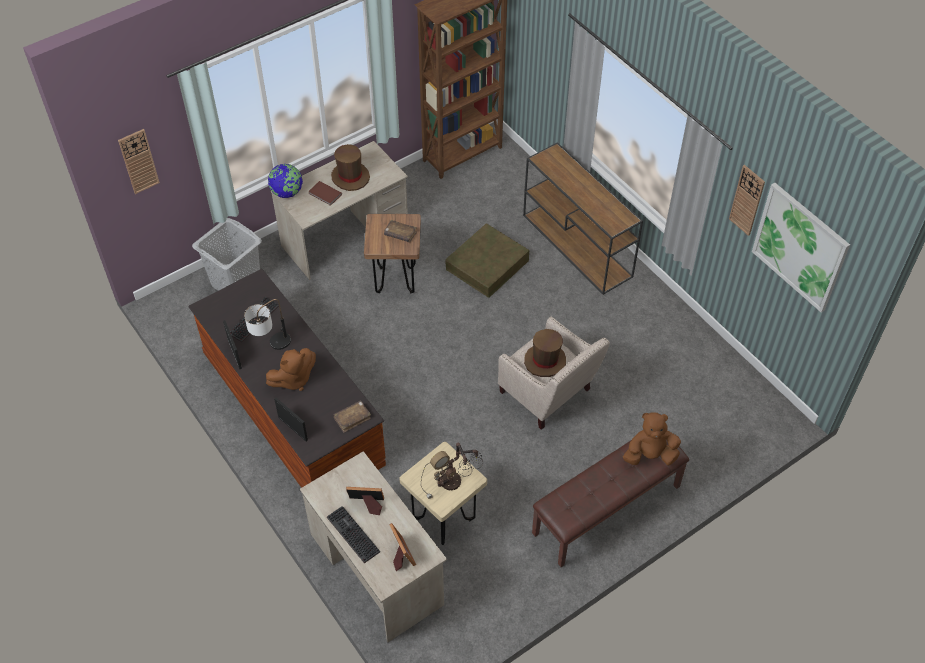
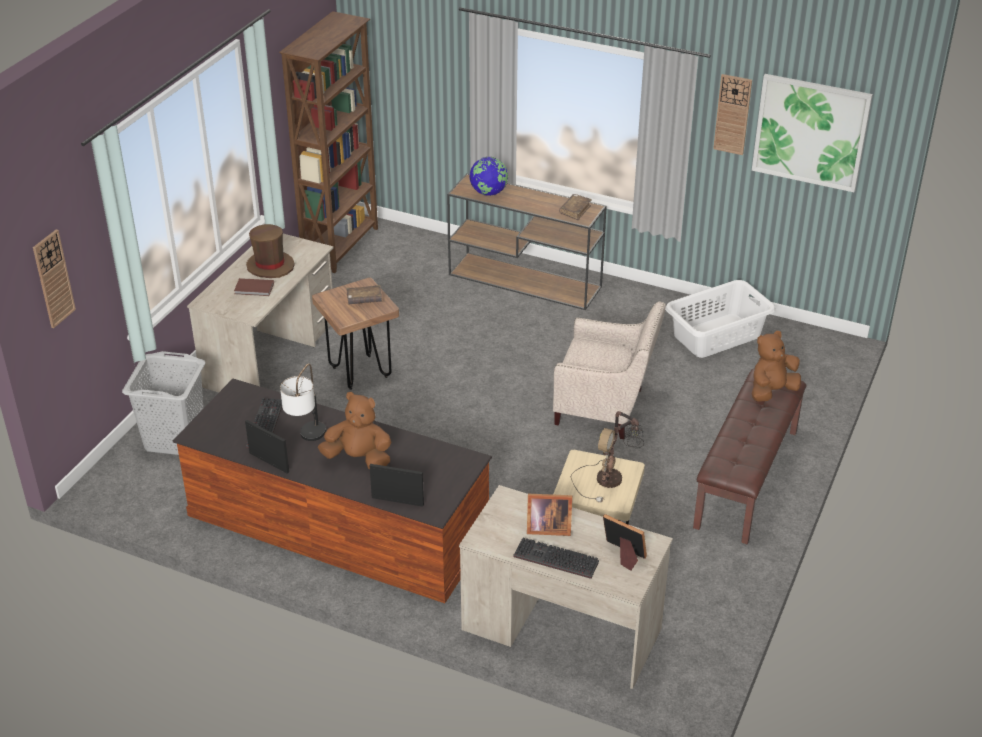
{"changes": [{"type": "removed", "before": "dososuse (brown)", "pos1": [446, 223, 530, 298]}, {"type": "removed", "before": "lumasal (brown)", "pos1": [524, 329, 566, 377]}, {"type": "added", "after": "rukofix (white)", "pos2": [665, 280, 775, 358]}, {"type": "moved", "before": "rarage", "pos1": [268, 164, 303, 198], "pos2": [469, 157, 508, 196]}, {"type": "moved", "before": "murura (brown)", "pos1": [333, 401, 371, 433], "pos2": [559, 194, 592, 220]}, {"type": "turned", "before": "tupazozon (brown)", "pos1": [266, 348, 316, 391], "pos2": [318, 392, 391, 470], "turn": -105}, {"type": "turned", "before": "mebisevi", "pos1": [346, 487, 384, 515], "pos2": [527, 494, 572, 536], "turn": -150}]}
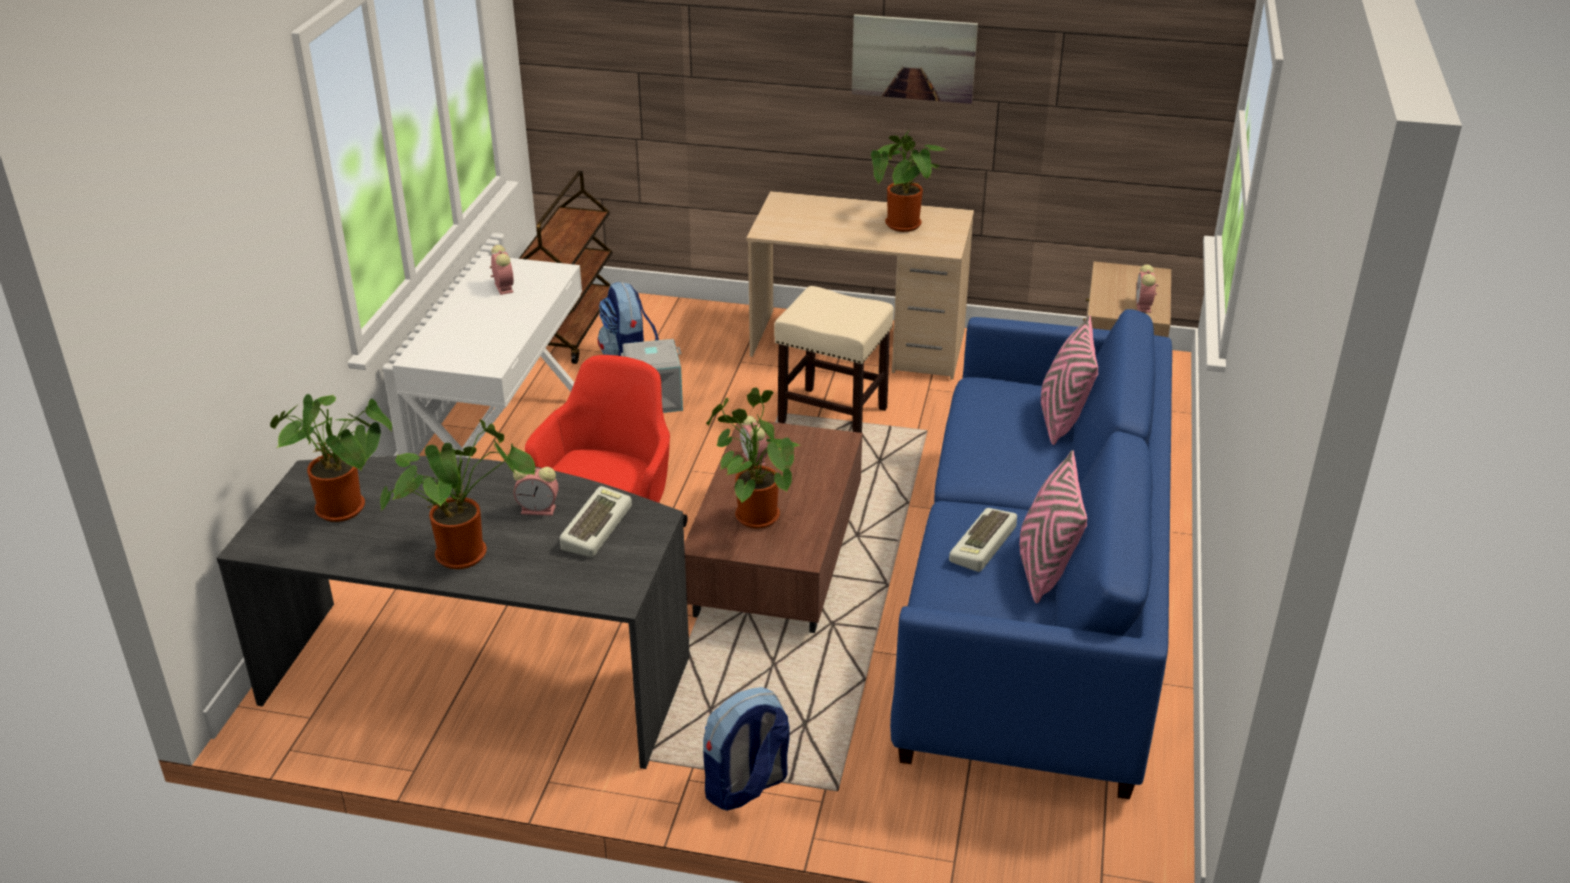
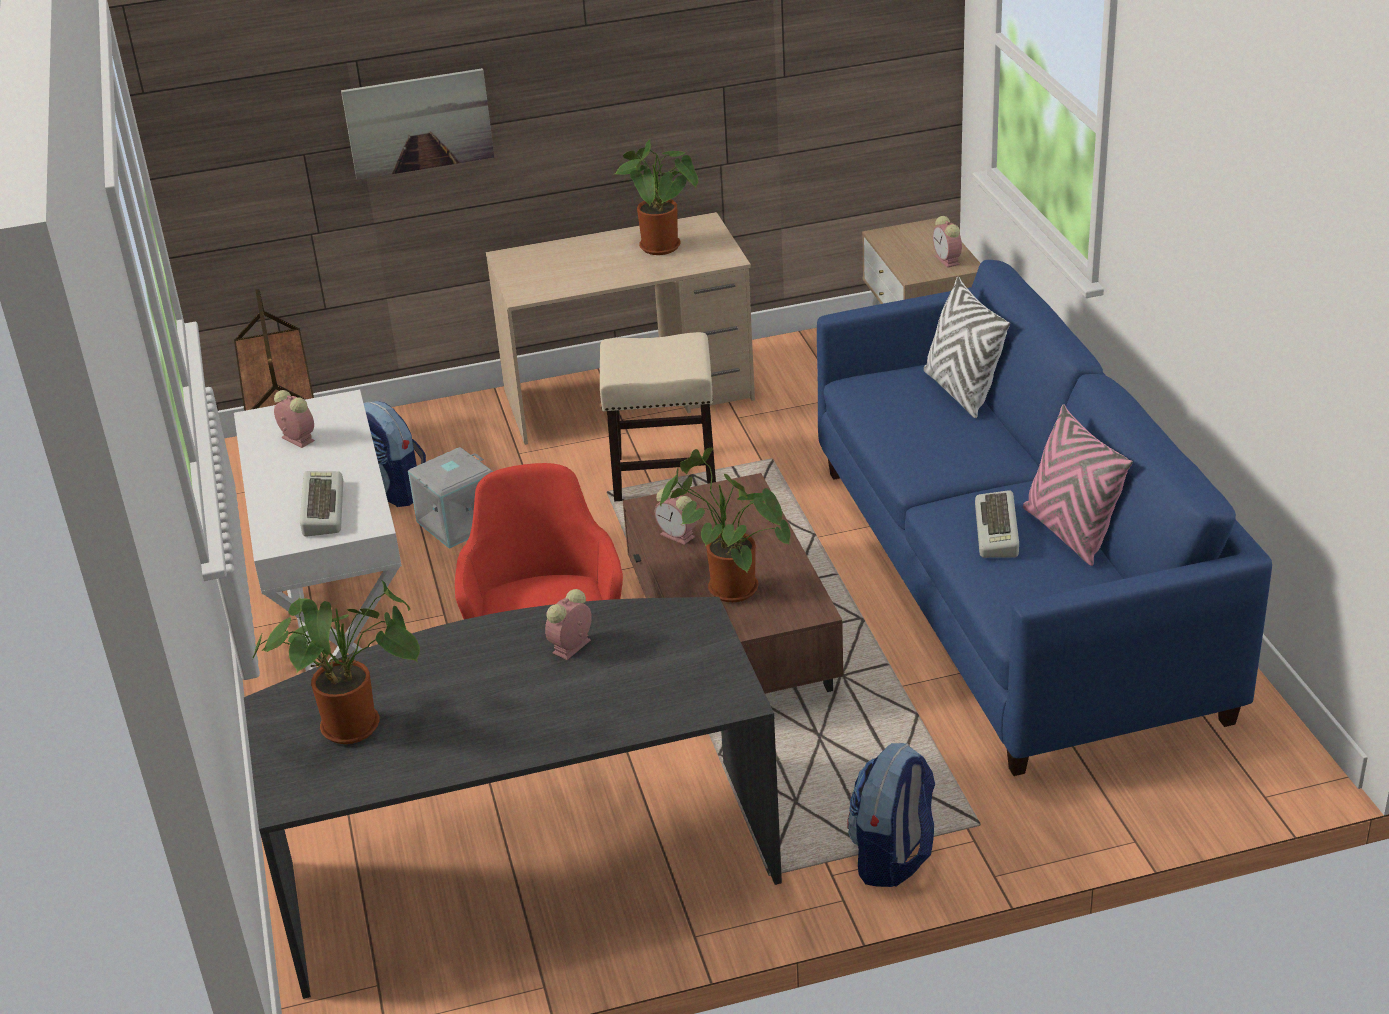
{"changes": [{"type": "removed", "before": "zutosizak", "pos1": [380, 419, 535, 569]}, {"type": "moved", "before": "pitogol", "pos1": [560, 486, 632, 557], "pos2": [300, 471, 343, 537]}, {"type": "moved", "before": "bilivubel", "pos1": [852, 14, 978, 104], "pos2": [341, 68, 494, 180]}, {"type": "recoloured", "before": "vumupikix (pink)", "after": "vumupikix (white)", "pos1": [1041, 315, 1098, 445], "pos2": [924, 276, 1010, 418]}, {"type": "turned", "before": "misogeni", "pos1": [513, 467, 558, 516], "pos2": [545, 589, 592, 660], "turn": 150}]}
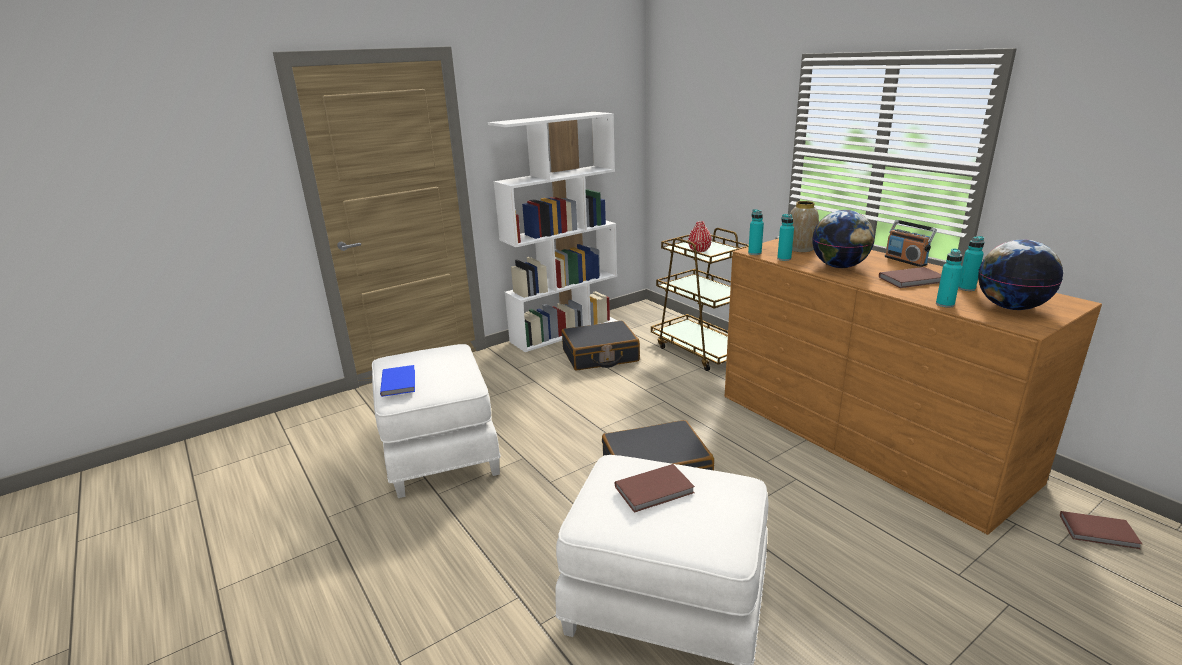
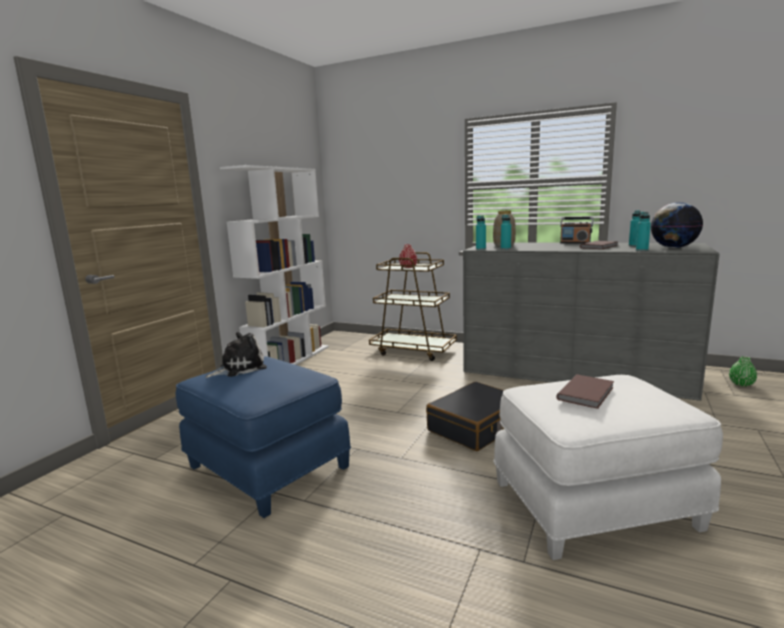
{"changes": [{"type": "removed", "before": "murura (blue)", "pos1": [380, 365, 415, 397]}, {"type": "removed", "before": "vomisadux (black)", "pos1": [561, 321, 640, 371]}, {"type": "removed", "before": "rarage", "pos1": [812, 210, 875, 268]}, {"type": "added", "after": "tupazozon", "pos2": [206, 332, 267, 378]}, {"type": "replaced", "before": "murura (brown)", "after": "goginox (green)", "pos1": [1060, 511, 1142, 549], "pos2": [729, 356, 757, 387]}, {"type": "recoloured", "before": "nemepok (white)", "after": "nemepok (blue)", "pos1": [372, 344, 501, 498], "pos2": [176, 356, 351, 518]}, {"type": "recoloured", "before": "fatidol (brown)", "after": "fatidol (grey)", "pos1": [725, 238, 1102, 535], "pos2": [463, 242, 720, 401]}]}
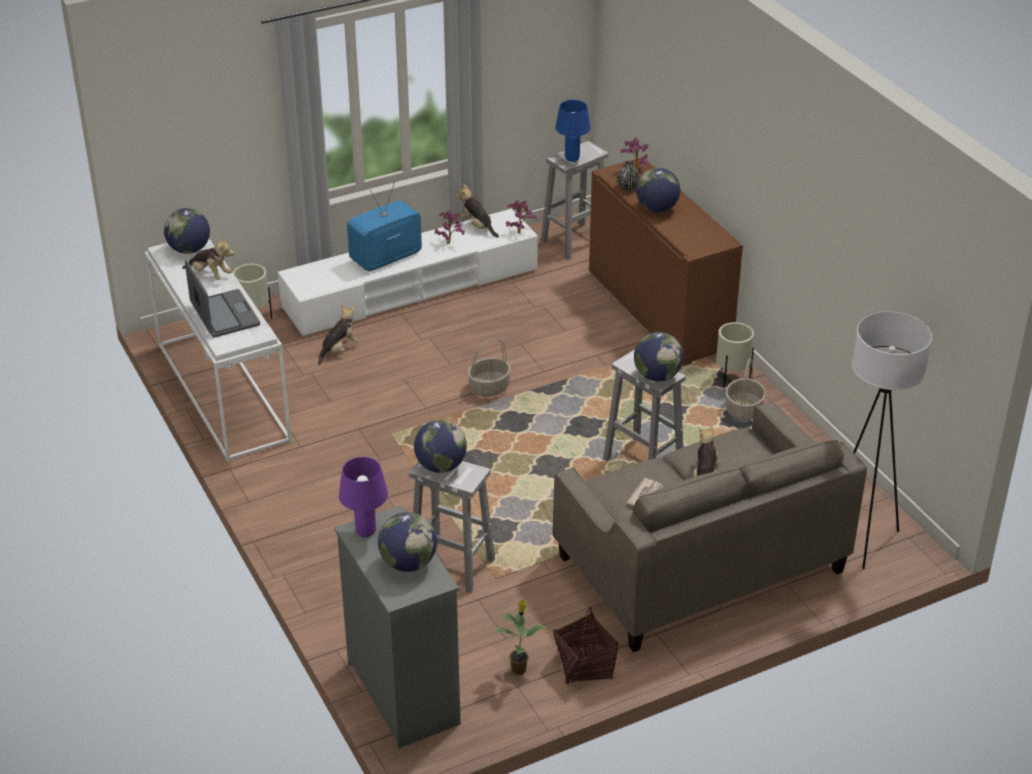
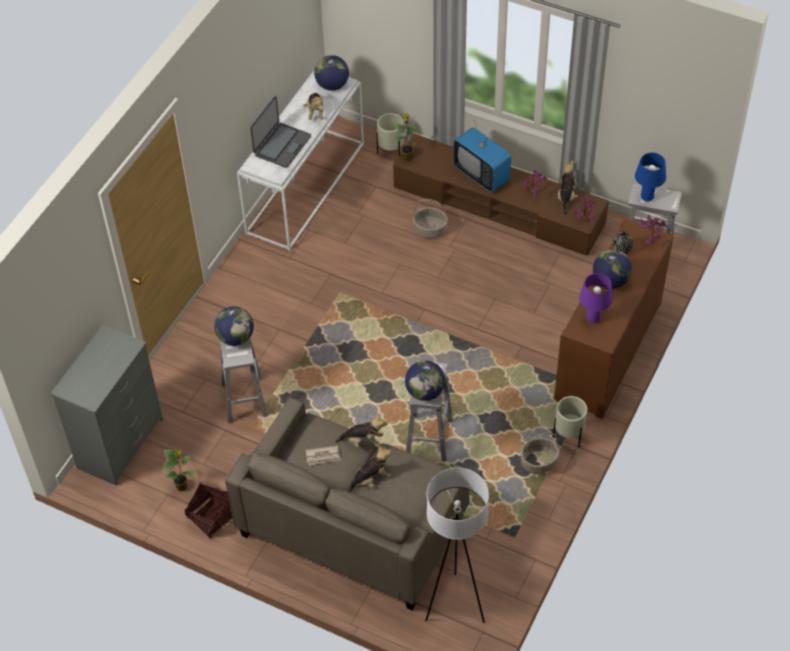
{"changes": [{"type": "removed", "before": "rarage", "pos1": [378, 512, 437, 572]}, {"type": "added", "after": "zutosizak", "pos2": [396, 113, 419, 161]}, {"type": "moved", "before": "tupazozon", "pos1": [318, 305, 359, 365], "pos2": [336, 413, 388, 448]}, {"type": "moved", "before": "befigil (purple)", "pos1": [339, 457, 388, 537], "pos2": [579, 273, 613, 323]}, {"type": "moved", "before": "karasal", "pos1": [467, 338, 511, 397], "pos2": [413, 199, 448, 239]}, {"type": "recoloured", "before": "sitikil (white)", "after": "sitikil (brown)", "pos1": [278, 209, 538, 337], "pos2": [393, 134, 609, 256]}, {"type": "turned", "before": "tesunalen", "pos1": [347, 181, 422, 271], "pos2": [453, 120, 511, 192], "turn": -150}]}
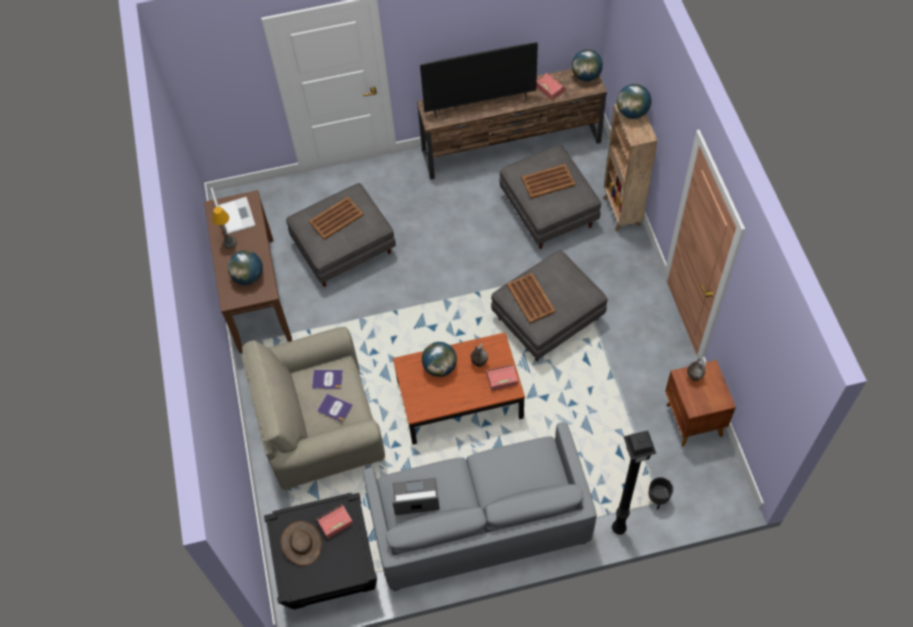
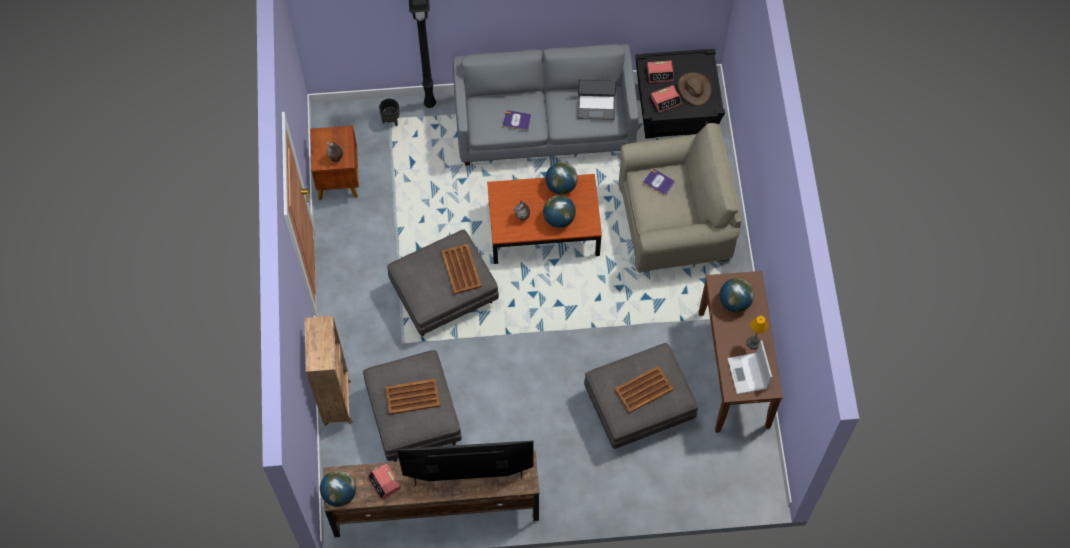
{"changes": [{"type": "moved", "before": "murura", "pos1": [312, 370, 343, 389], "pos2": [502, 110, 531, 131]}, {"type": "moved", "before": "misogeni", "pos1": [486, 365, 518, 391], "pos2": [647, 60, 674, 83]}, {"type": "moved", "before": "rarage", "pos1": [617, 84, 651, 119], "pos2": [545, 162, 578, 195]}]}
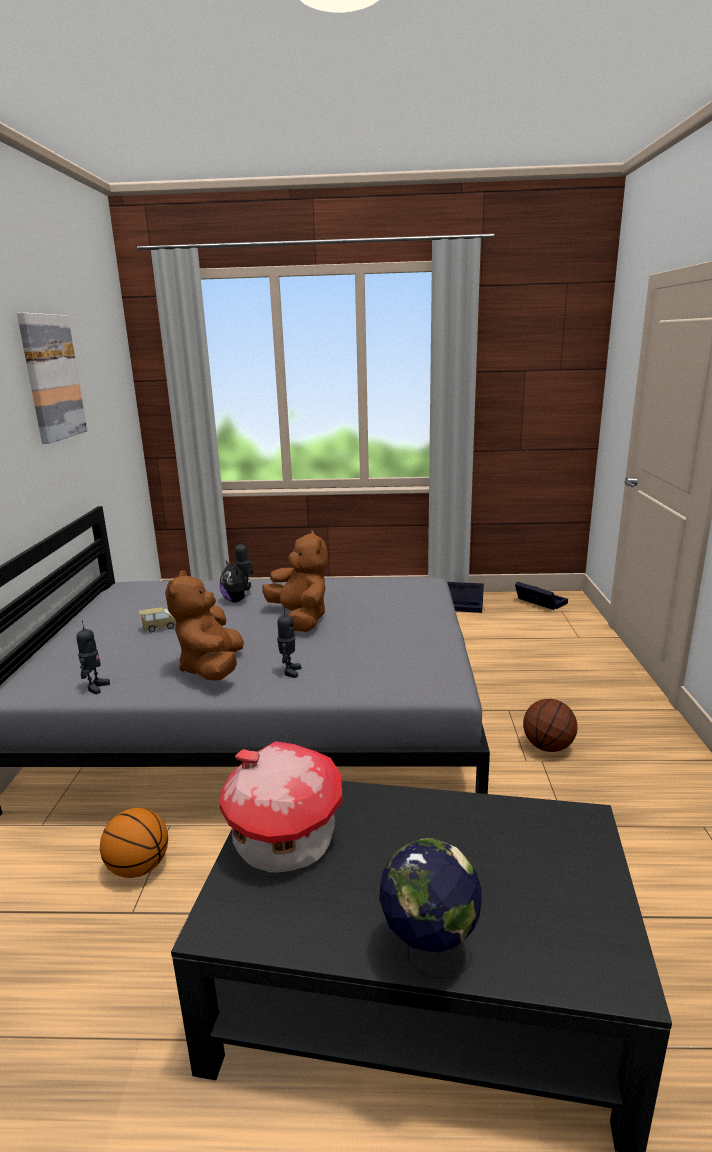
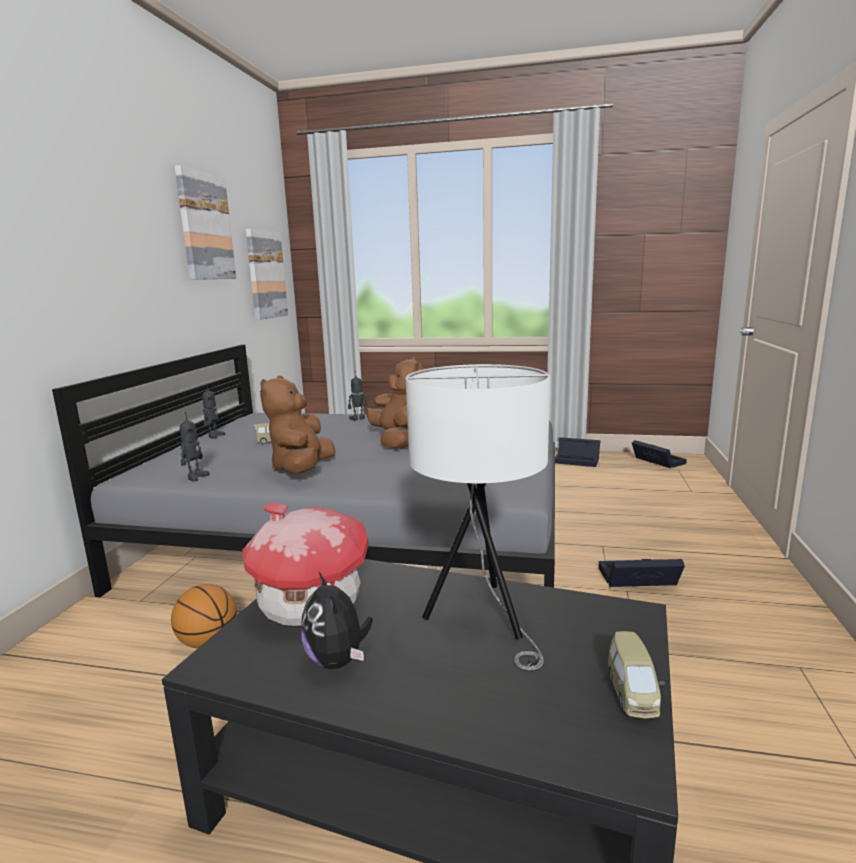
{"changes": [{"type": "removed", "before": "rarage", "pos1": [379, 838, 482, 979]}, {"type": "added", "after": "bilivubel", "pos2": [246, 229, 288, 320]}, {"type": "added", "after": "befigil (white)", "pos2": [406, 364, 550, 670]}, {"type": "added", "after": "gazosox", "pos2": [608, 631, 665, 718]}, {"type": "moved", "before": "tupazozon", "pos1": [220, 561, 251, 602], "pos2": [301, 572, 373, 669]}, {"type": "moved", "before": "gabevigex", "pos1": [277, 607, 301, 678], "pos2": [202, 384, 225, 439]}, {"type": "replaced", "before": "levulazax", "after": "dososuse (black)", "pos1": [523, 699, 578, 752], "pos2": [598, 559, 685, 587]}]}
